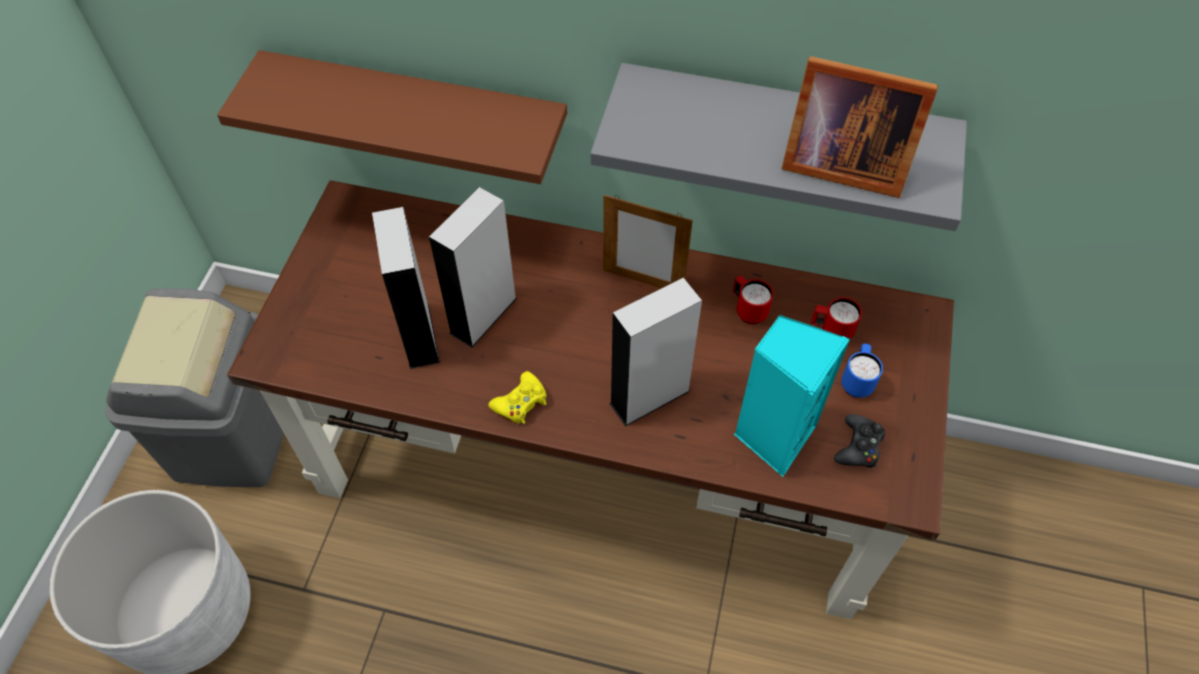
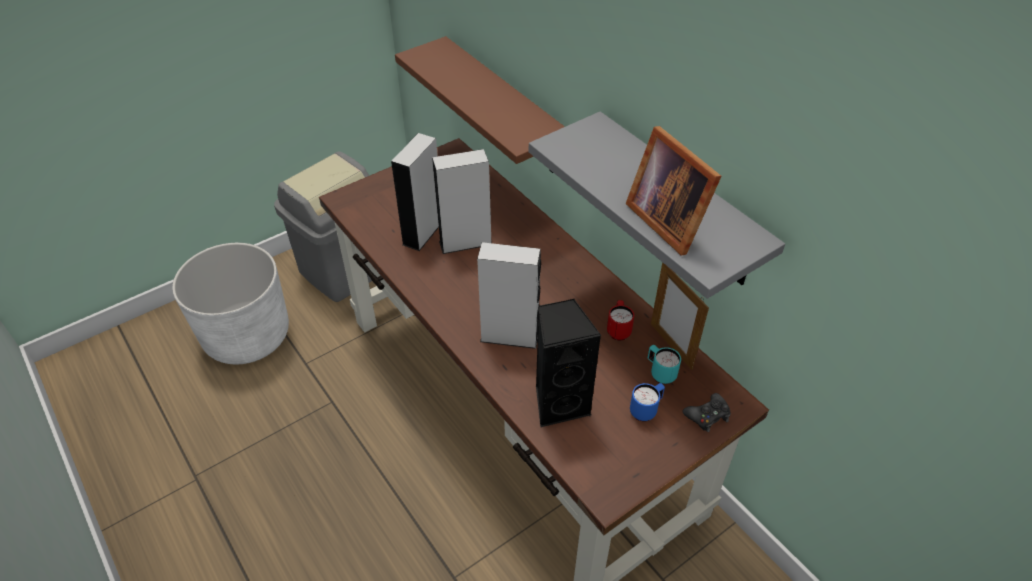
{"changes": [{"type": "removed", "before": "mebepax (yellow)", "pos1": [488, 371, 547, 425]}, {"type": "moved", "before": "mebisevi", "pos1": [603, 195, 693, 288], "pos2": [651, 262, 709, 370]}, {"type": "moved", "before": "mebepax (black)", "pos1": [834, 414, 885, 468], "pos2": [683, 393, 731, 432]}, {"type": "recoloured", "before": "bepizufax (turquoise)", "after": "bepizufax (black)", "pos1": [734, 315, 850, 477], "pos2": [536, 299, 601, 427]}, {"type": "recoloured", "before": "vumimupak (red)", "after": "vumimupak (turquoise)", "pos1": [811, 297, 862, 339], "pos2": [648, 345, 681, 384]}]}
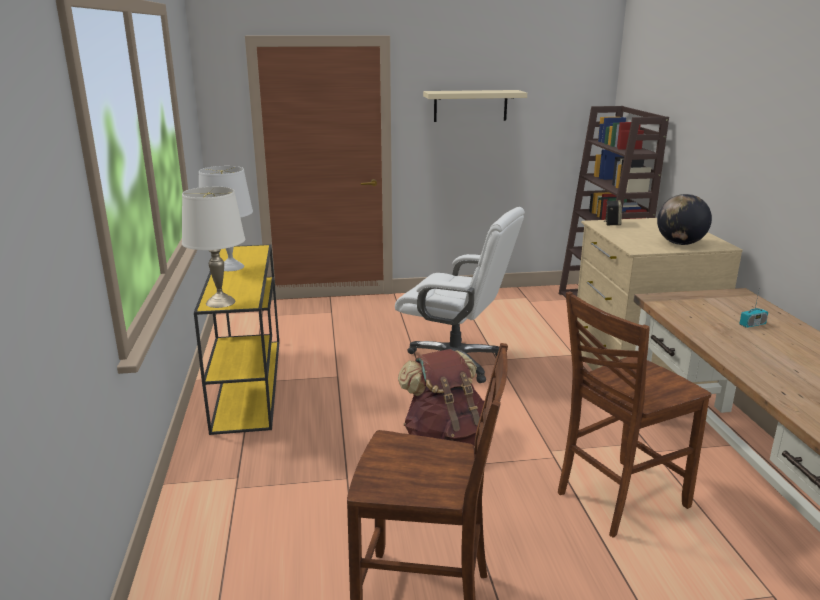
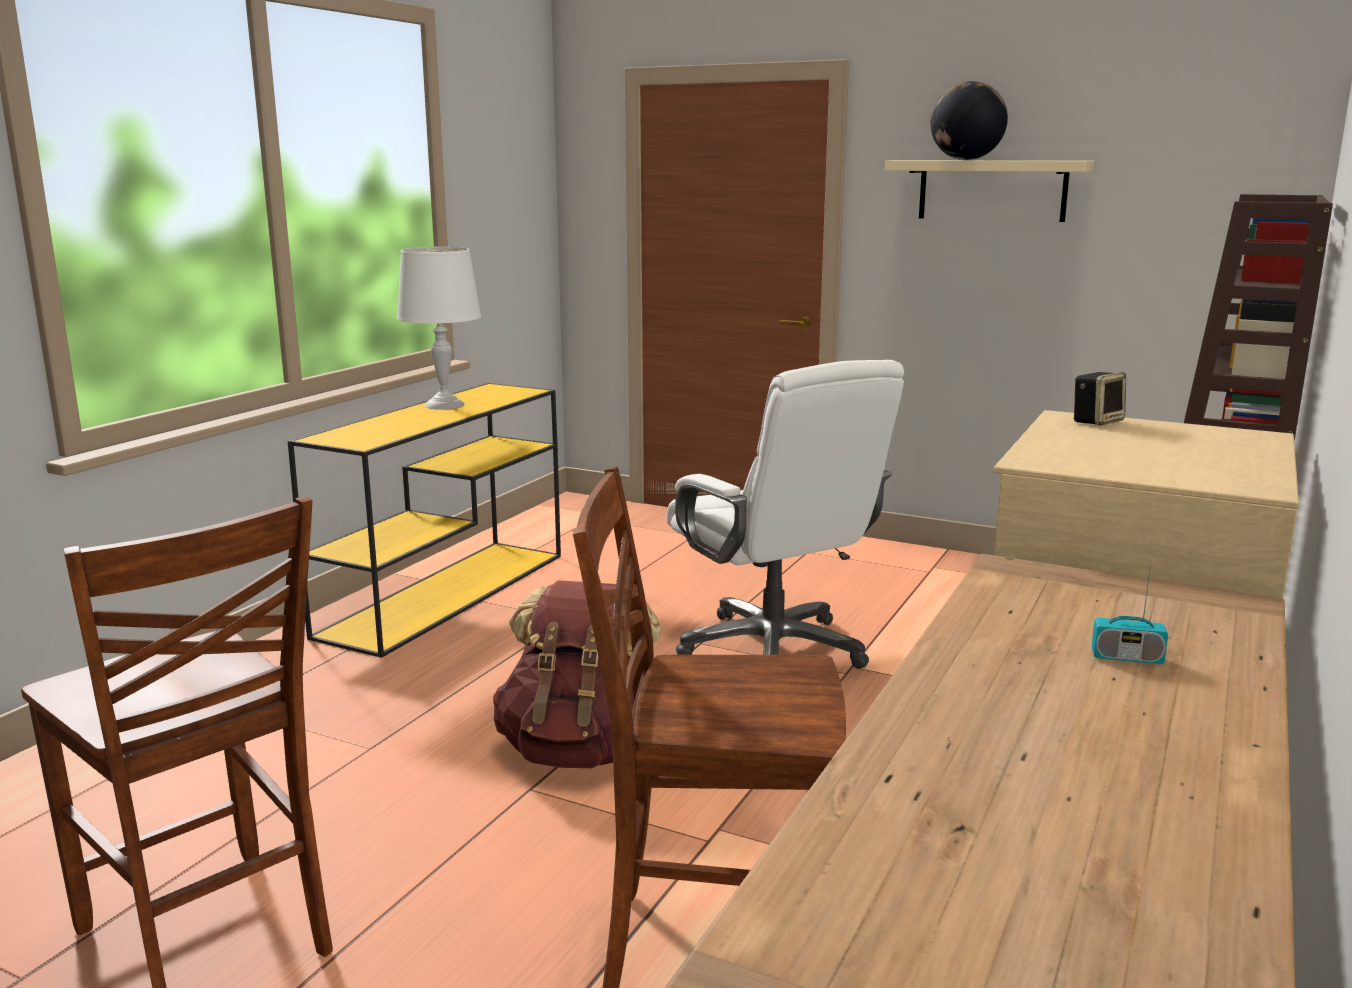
{"changes": [{"type": "removed", "before": "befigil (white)", "pos1": [182, 187, 245, 308]}, {"type": "moved", "before": "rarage", "pos1": [657, 194, 712, 245], "pos2": [931, 81, 1008, 160]}]}
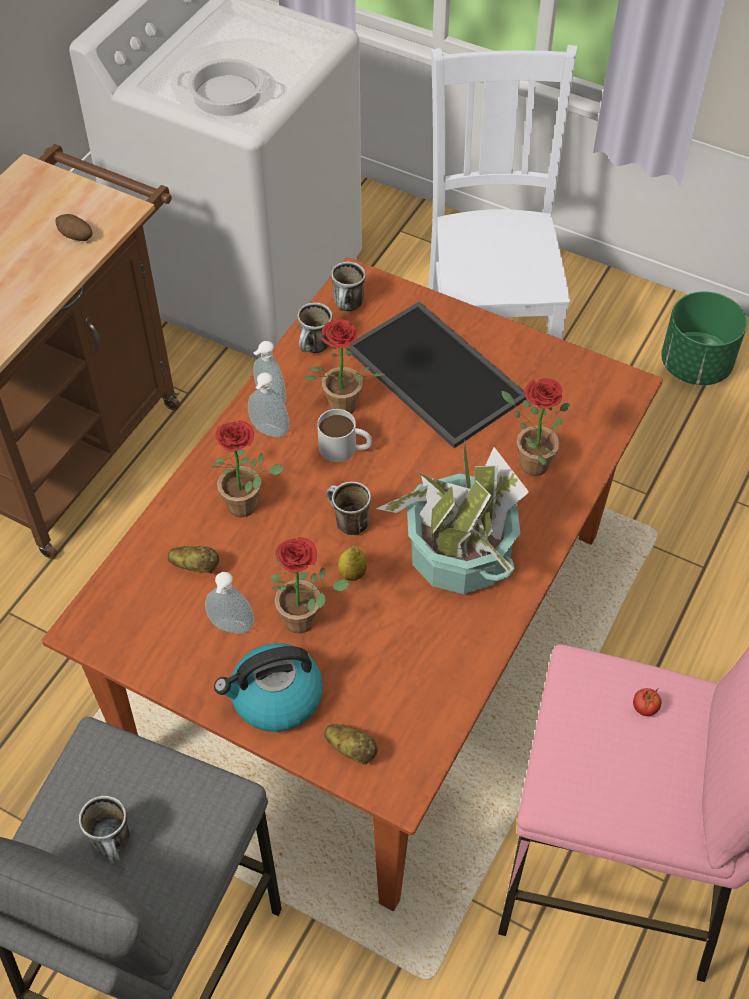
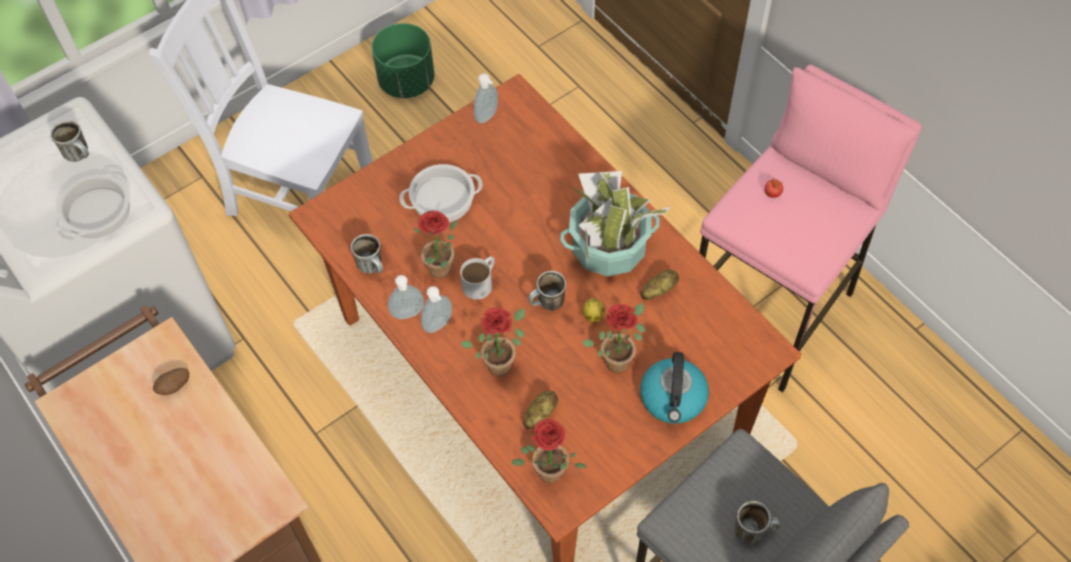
{"changes": [{"type": "moved", "before": "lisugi", "pos1": [205, 572, 254, 634], "pos2": [474, 73, 498, 123]}, {"type": "moved", "before": "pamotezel", "pos1": [324, 724, 378, 765], "pos2": [641, 269, 679, 300]}, {"type": "moved", "before": "vumimupak", "pos1": [331, 262, 366, 311], "pos2": [50, 120, 89, 162]}, {"type": "moved", "before": "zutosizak", "pos1": [501, 378, 570, 476], "pos2": [512, 419, 586, 483]}, {"type": "replaced", "before": "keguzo", "after": "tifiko", "pos1": [346, 302, 527, 448], "pos2": [399, 164, 483, 222]}]}
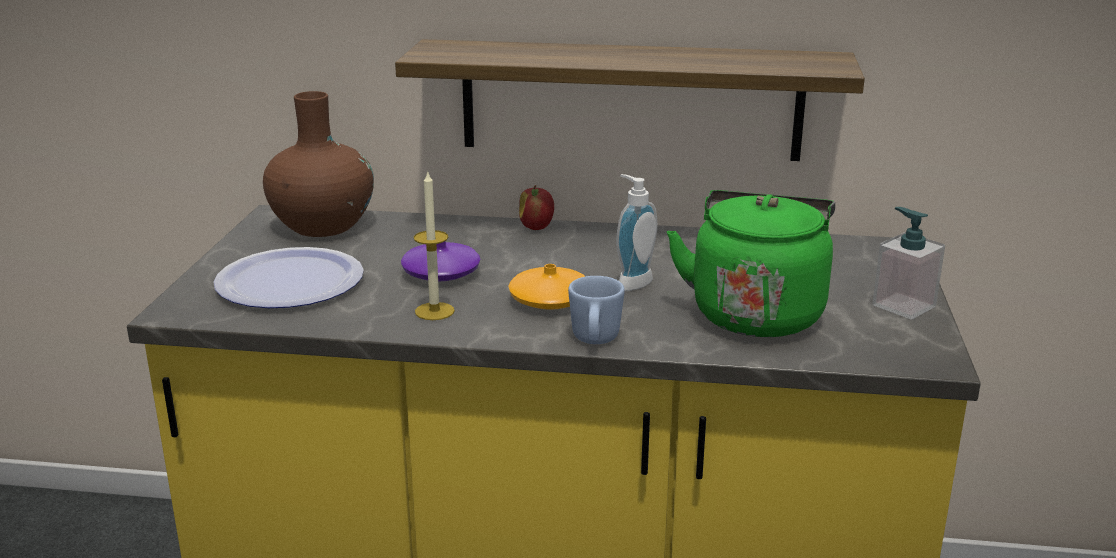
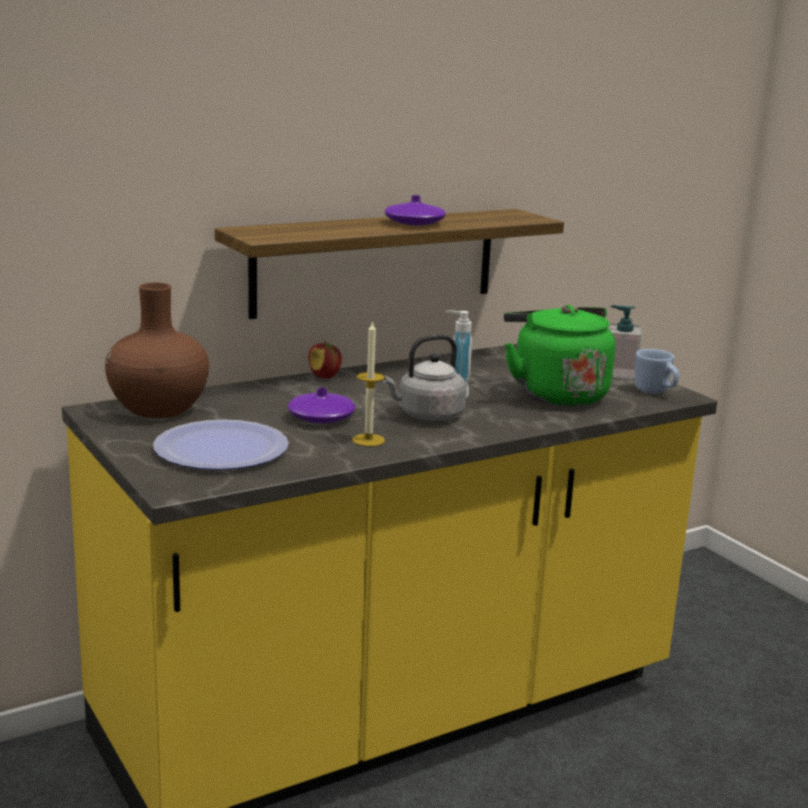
{"changes": [{"type": "added", "after": "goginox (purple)", "pos2": [385, 195, 446, 225]}, {"type": "moved", "before": "vumimupak (blue)", "pos1": [568, 276, 625, 344], "pos2": [635, 349, 679, 393]}, {"type": "replaced", "before": "goginox (orange)", "after": "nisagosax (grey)", "pos1": [508, 264, 586, 310], "pos2": [382, 334, 467, 421]}]}
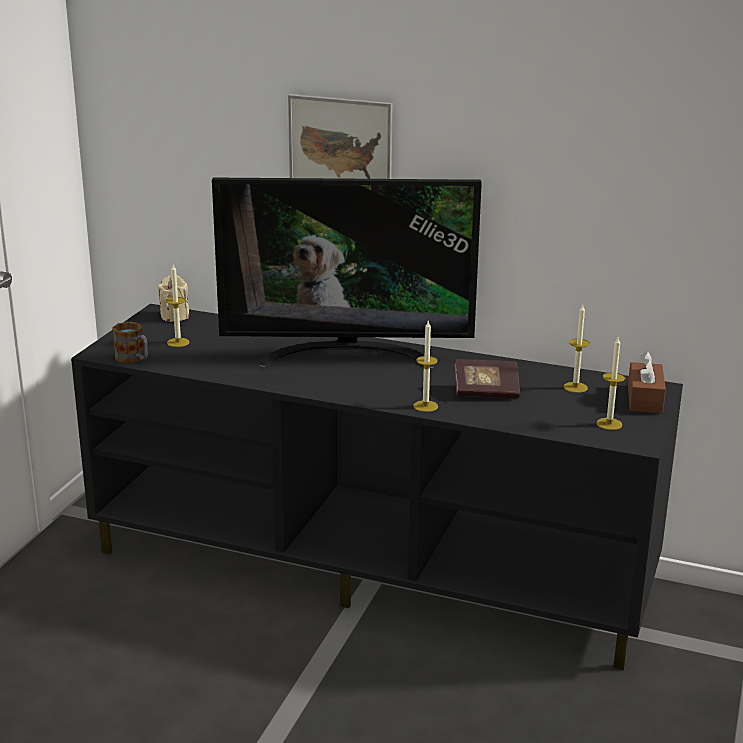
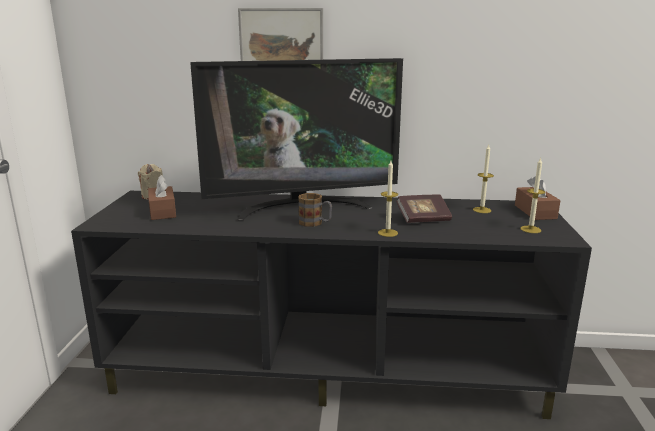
{"changes": [{"type": "moved", "before": "vumimupak", "pos1": [112, 322, 148, 364], "pos2": [298, 193, 332, 227]}, {"type": "replaced", "before": "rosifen", "after": "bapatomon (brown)", "pos1": [166, 265, 190, 347], "pos2": [148, 175, 176, 220]}]}
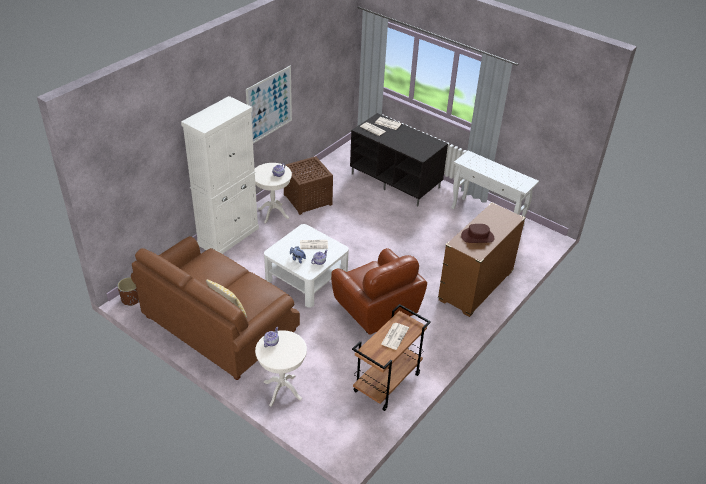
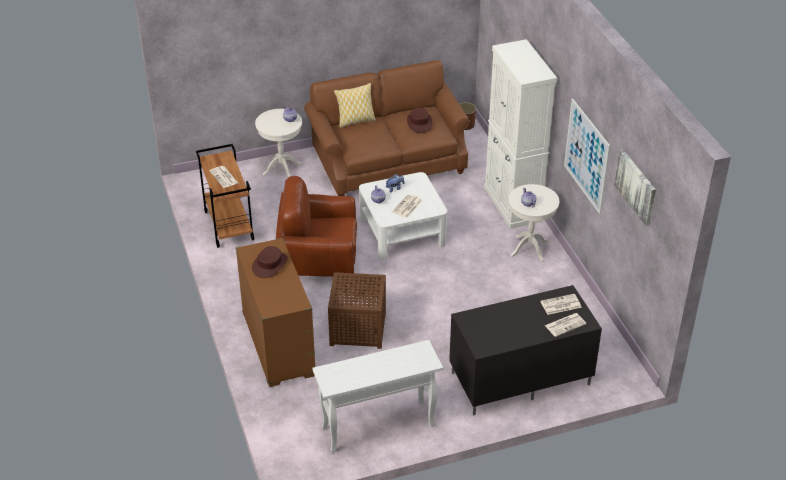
{"changes": [{"type": "added", "after": "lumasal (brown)", "pos2": [407, 107, 432, 133]}, {"type": "added", "after": "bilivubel", "pos2": [614, 149, 656, 226]}, {"type": "moved", "before": "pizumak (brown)", "pos1": [284, 156, 333, 215], "pos2": [328, 272, 386, 349]}]}
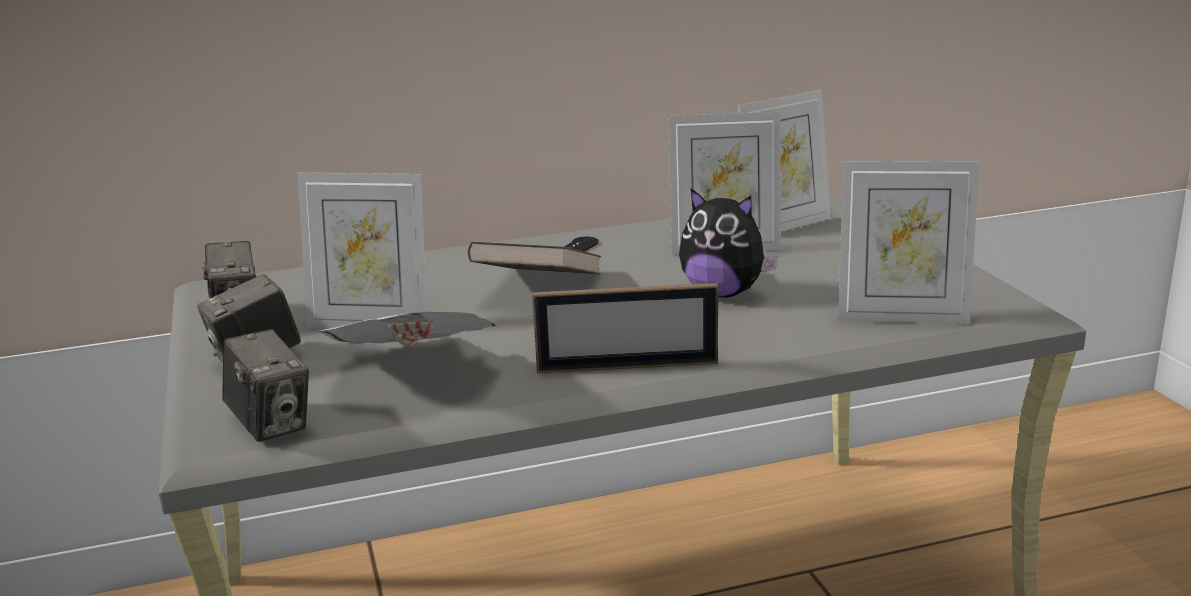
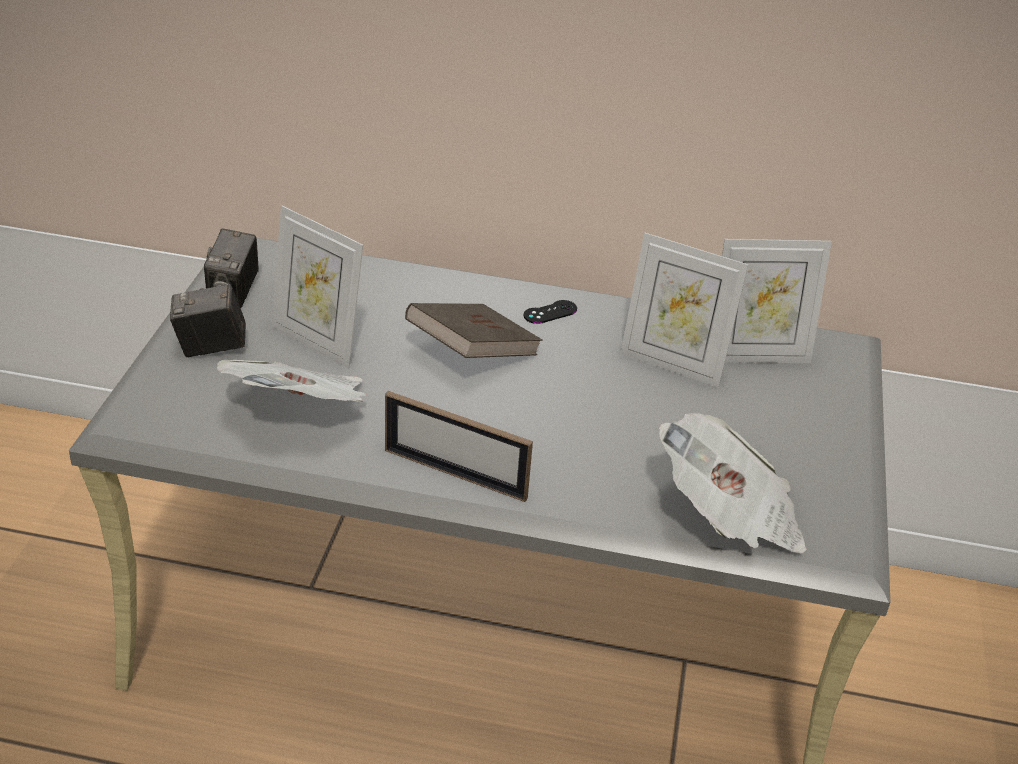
{"changes": [{"type": "removed", "before": "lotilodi", "pos1": [222, 329, 309, 442]}, {"type": "removed", "before": "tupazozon", "pos1": [679, 188, 778, 298]}, {"type": "replaced", "before": "mebisevi", "after": "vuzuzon", "pos1": [838, 161, 979, 324], "pos2": [659, 413, 807, 553]}]}
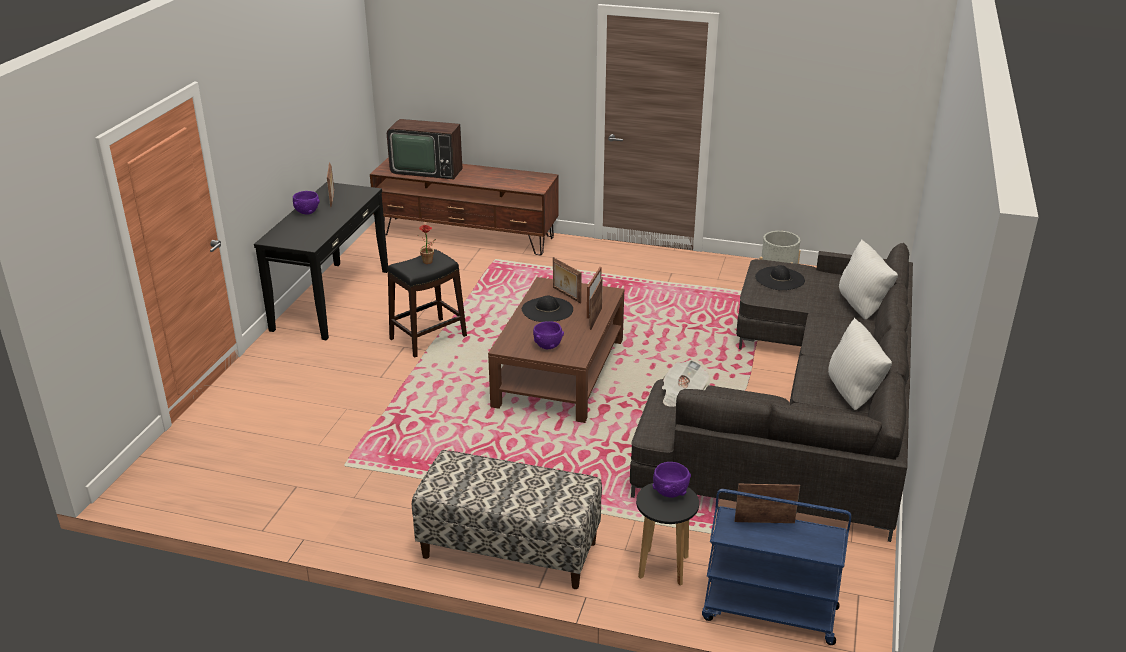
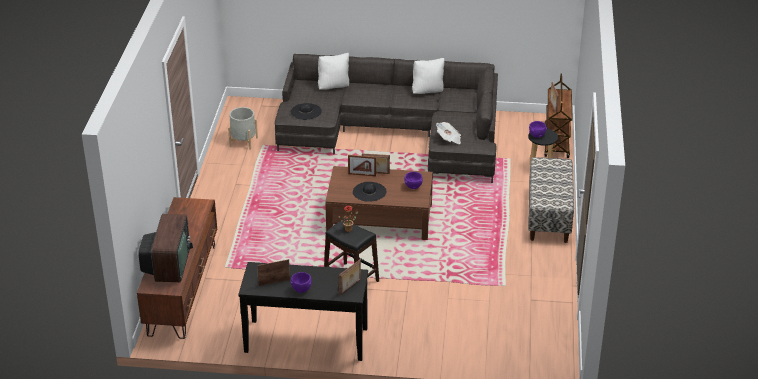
{"changes": [{"type": "moved", "before": "mebisevi", "pos1": [553, 257, 582, 303], "pos2": [339, 259, 361, 296]}, {"type": "recoloured", "before": "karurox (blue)", "after": "karurox (brown)", "pos1": [702, 489, 851, 645], "pos2": [544, 73, 573, 158]}]}
